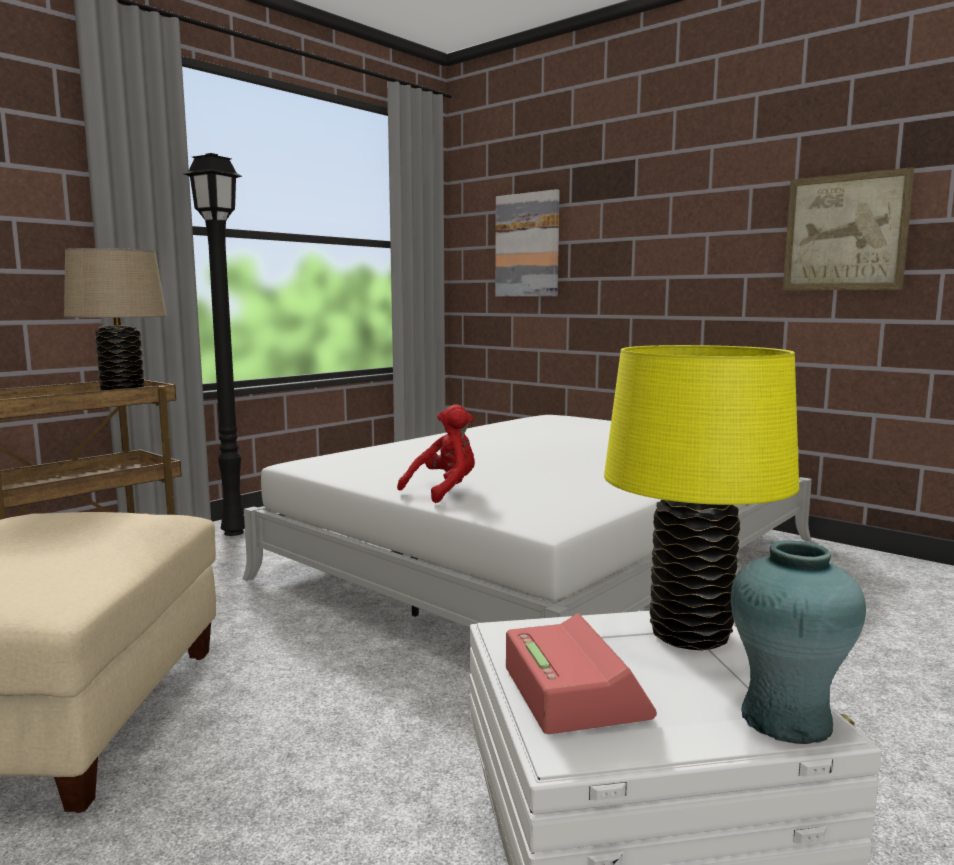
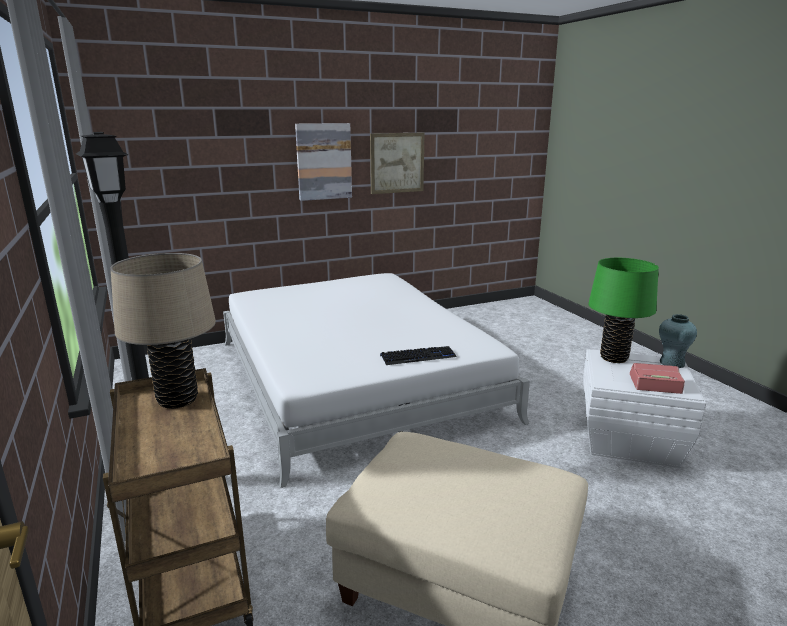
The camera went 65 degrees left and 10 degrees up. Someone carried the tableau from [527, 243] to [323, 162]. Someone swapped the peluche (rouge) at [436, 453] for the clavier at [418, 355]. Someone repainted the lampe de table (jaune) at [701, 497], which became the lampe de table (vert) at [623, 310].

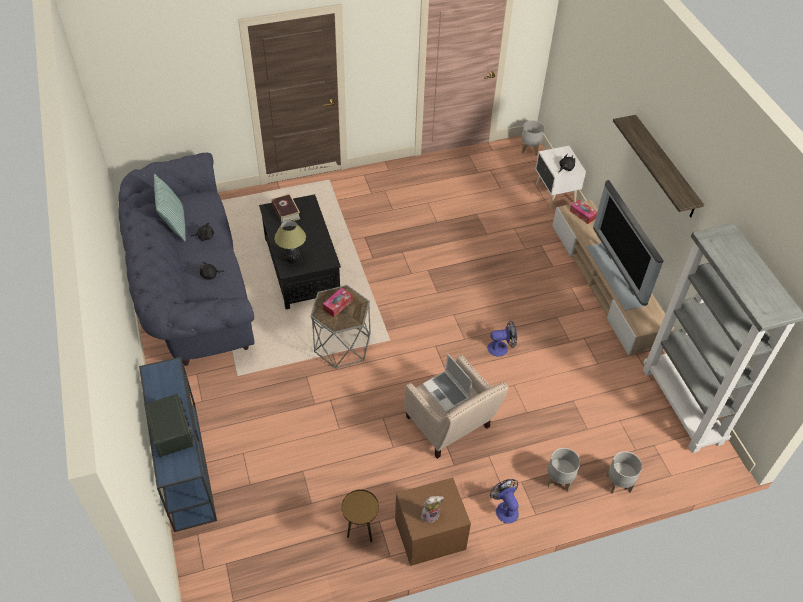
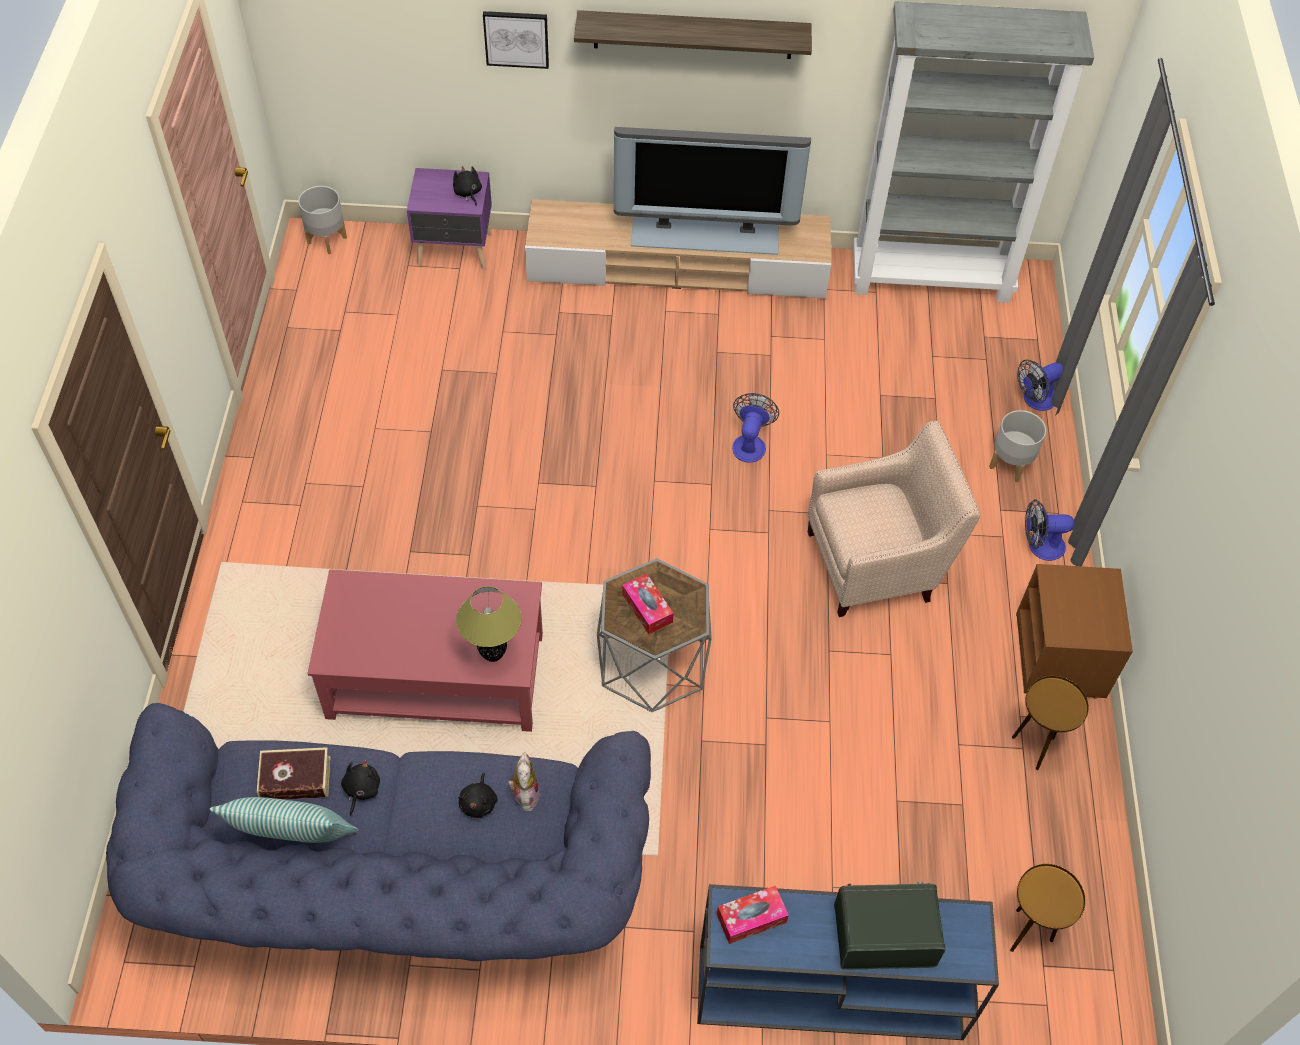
The camera went 70 degrees left and 5 degrees up. Someone took away the ordinateur portable at [447, 383]. Someone put up the tableau at [516, 40]. Someone put down the table d'appoint (marron) at [1048, 908]. Someone carried the livre from [286, 208] to [294, 773]. Someone carried the peluche from [432, 509] to [524, 782]. Someone carried the boîte à mouchoirs from [583, 211] to [753, 914]. Someone swapped the cache-pot (gris) at [624, 472] for the ventilateur at [1040, 385]. Someone repainted the table basse (noir) at [300, 251], which became the table basse (rouge) at [425, 650]. Someone repainted the table de chevet (blanc) at [561, 177], which became the table de chevet (violet) at [449, 218].

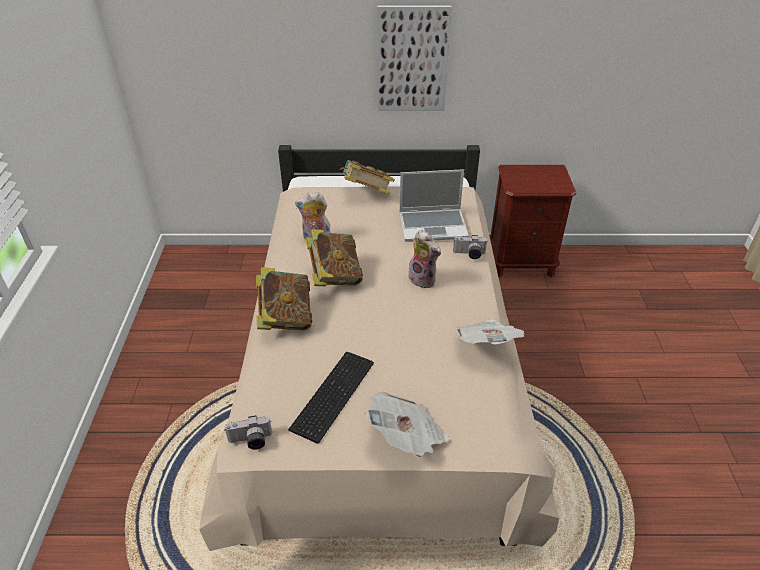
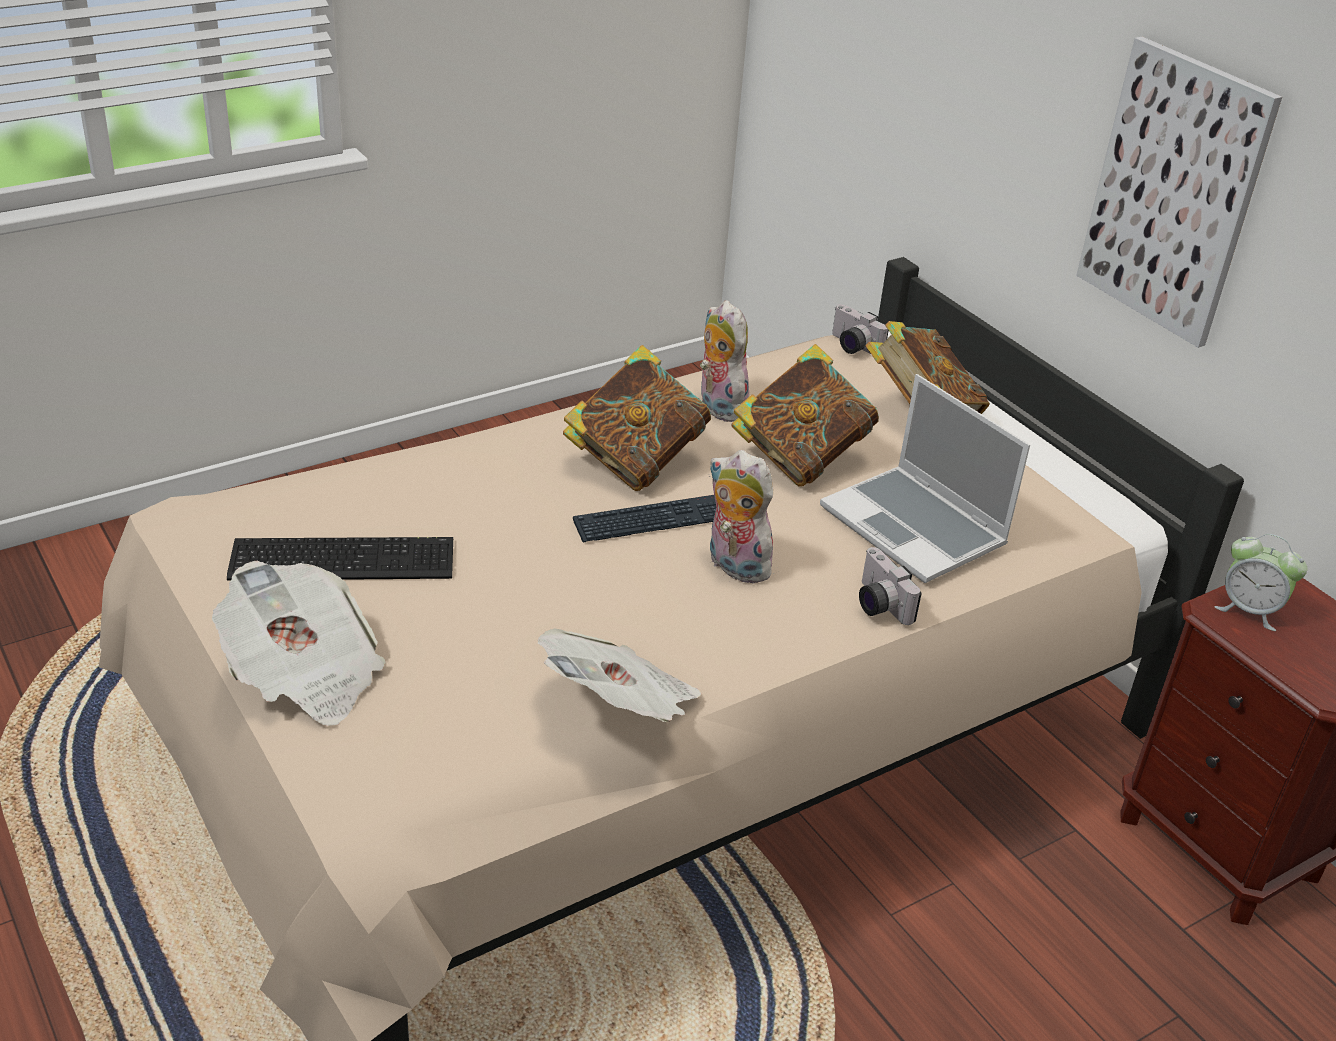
The camera went 55 degrees right and 5 degrees down. Someone put down the clavier at [644, 519]. Someone put down the réveil at [1261, 582]. Someone carried the appareil photo from [248, 432] to [860, 329]. Someone carried the livre from [284, 298] to [805, 415]. Someone rotated the peluche at [424, 259] by 120 degrees clockwise.

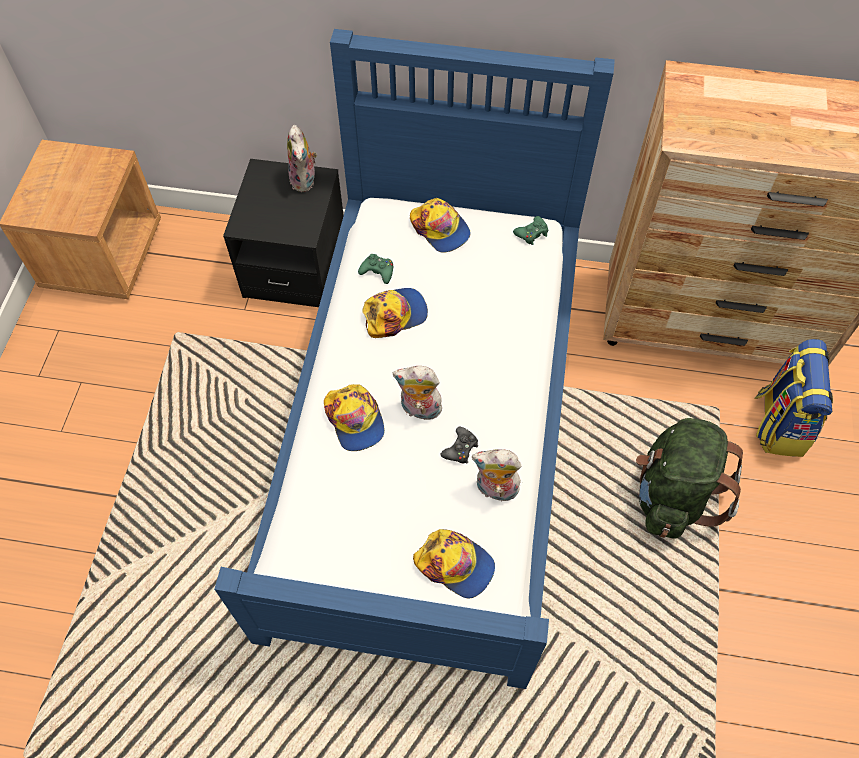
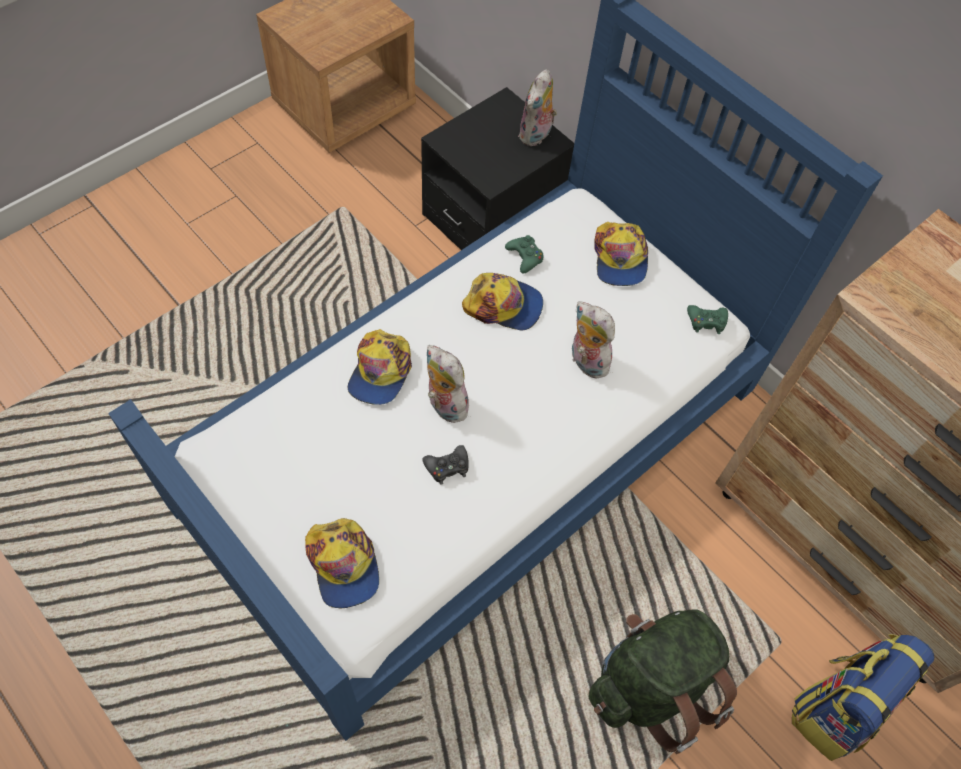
The camera went 35 degrees right and 0 degrees up. Someone carried the peluche from [496, 475] to [593, 340].

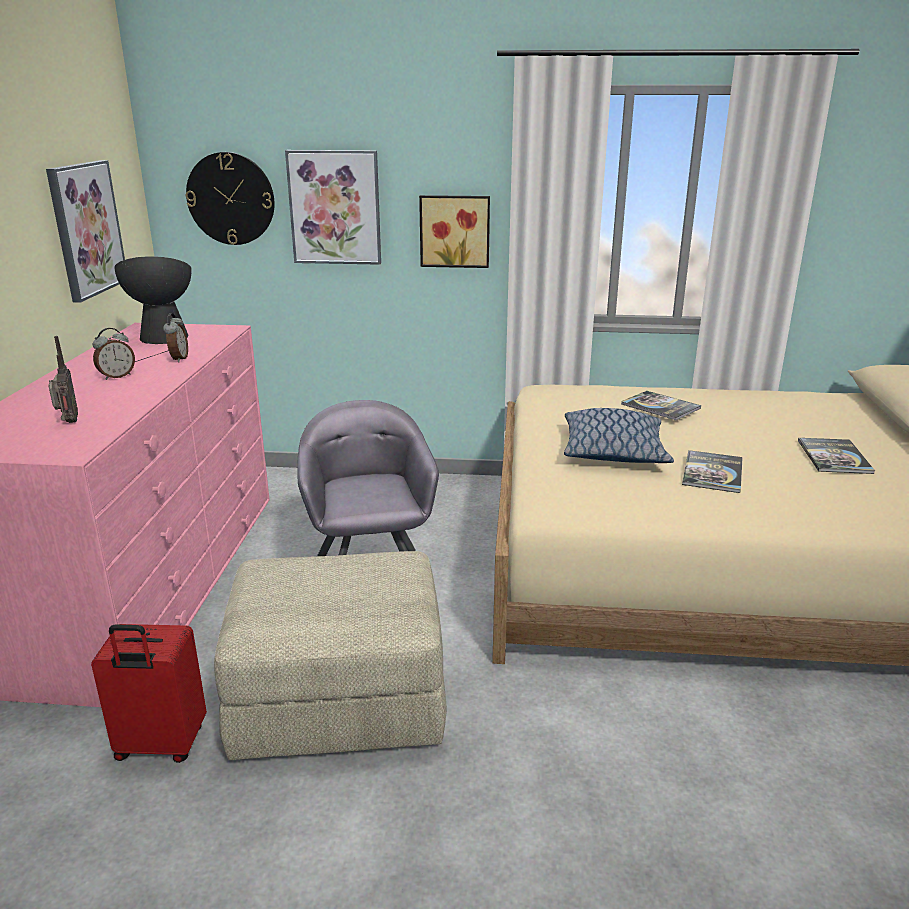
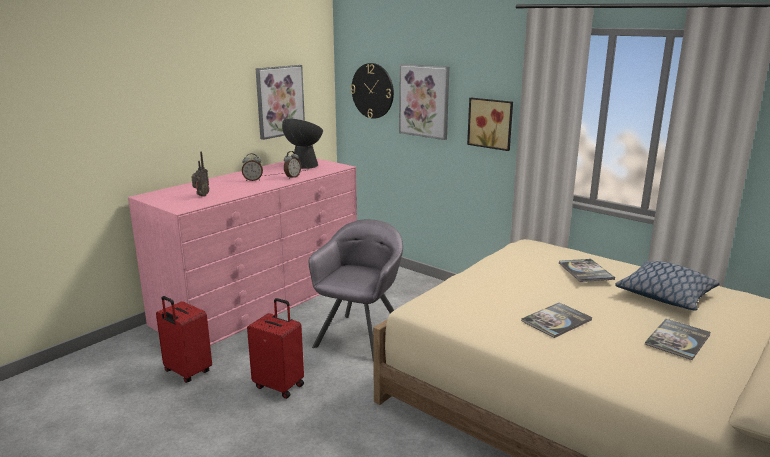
The camera went 35 degrees right and 5 degrees down. Someone carried the coussin from [619, 435] to [667, 286]. Someone swapped the pouf (beige) at [330, 655] for the valise (rouge) at [275, 348].

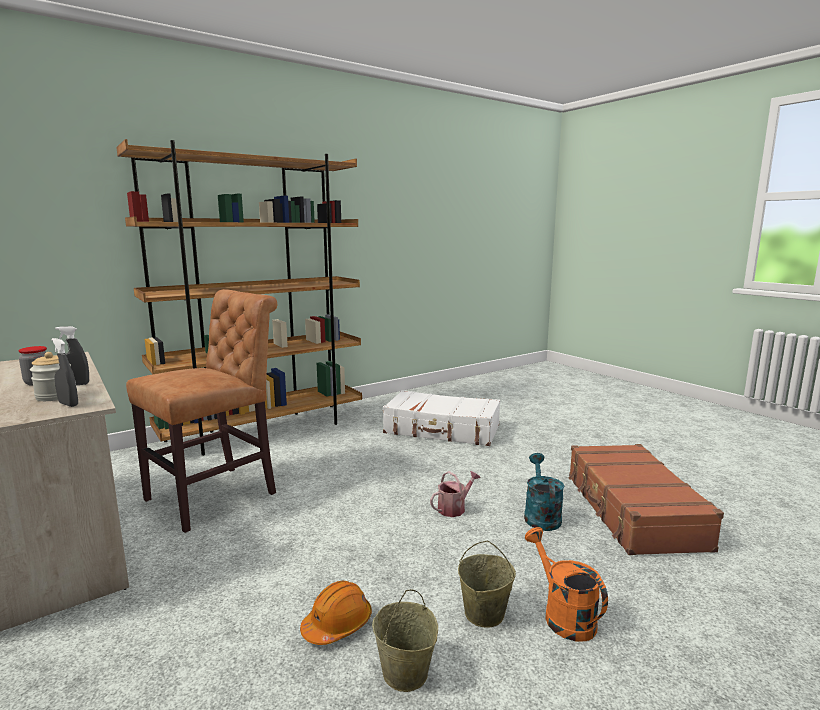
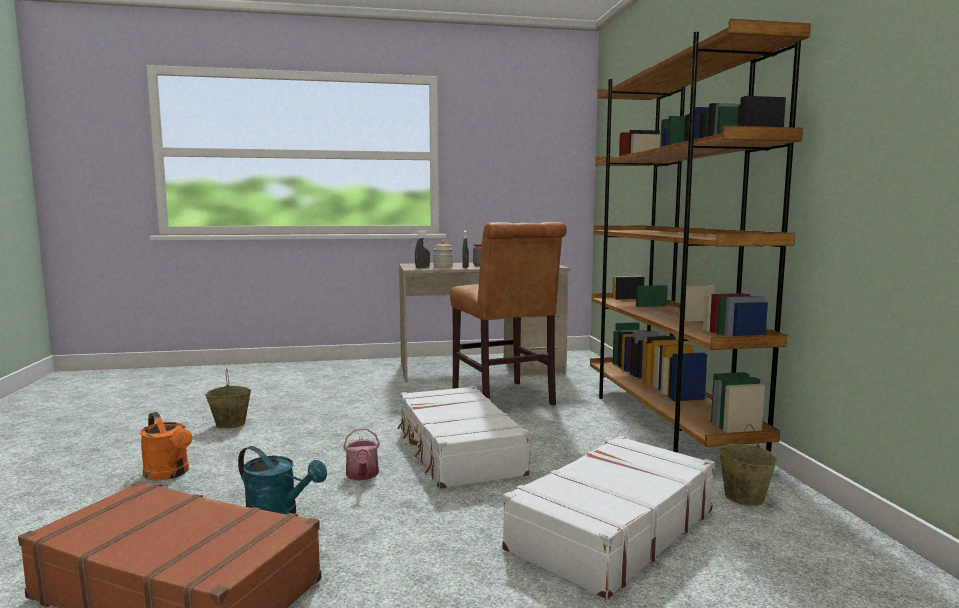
The camera went 115 degrees right and 5 degrees down. Someone took away the casque de chantier (orange) at [336, 613]. Someone put down the valise (blanc) at [464, 437]. Someone carried the seau (beige) from [487, 584] to [747, 464]. Someone rotated the arrosoir (orange) at [566, 584] by 45 degrees clockwise.

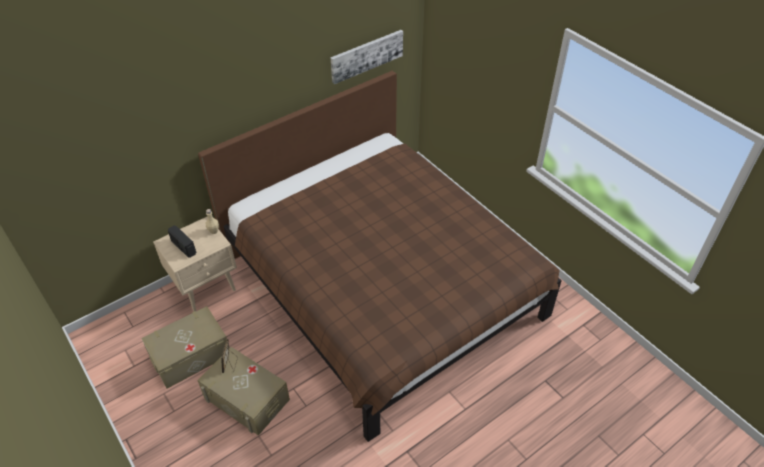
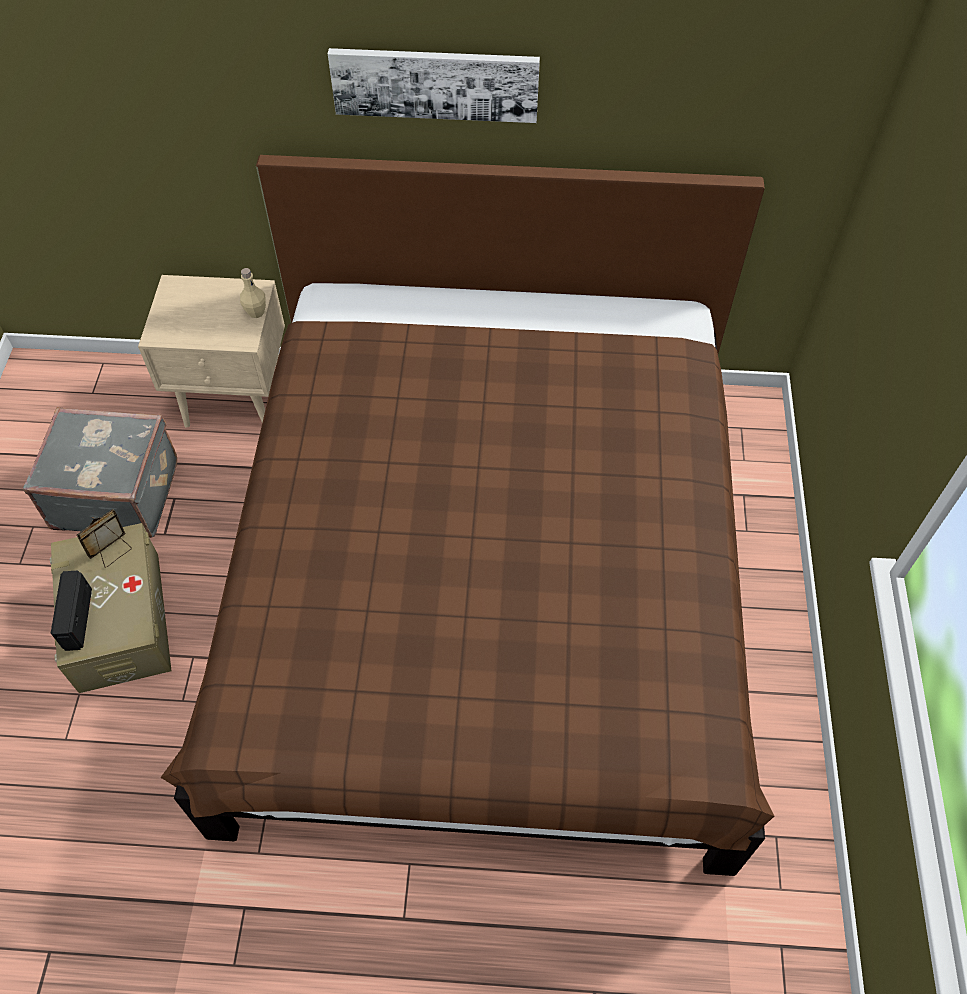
The camera went 40 degrees right and 10 degrees up. Someone carried the radio from [182, 242] to [71, 611]. Someone carried the tableau from [366, 57] to [434, 85]. Someone swapped the boîte de rangement (beige) at [185, 347] for the valise (gris) at [100, 472].

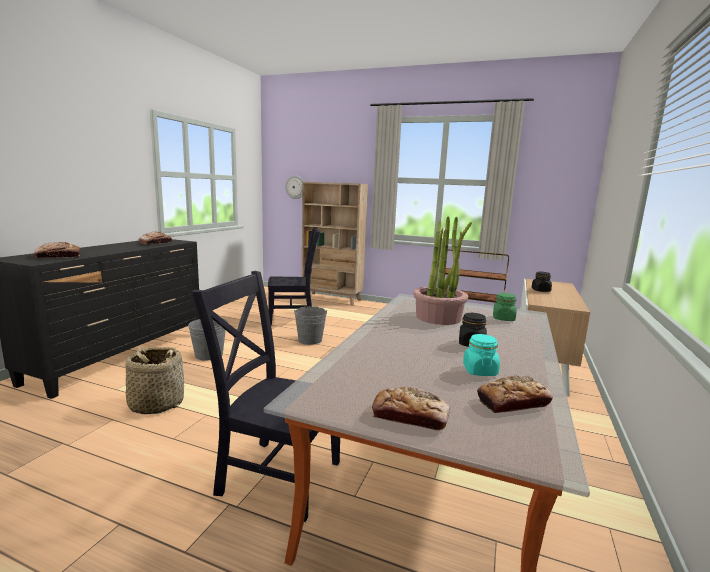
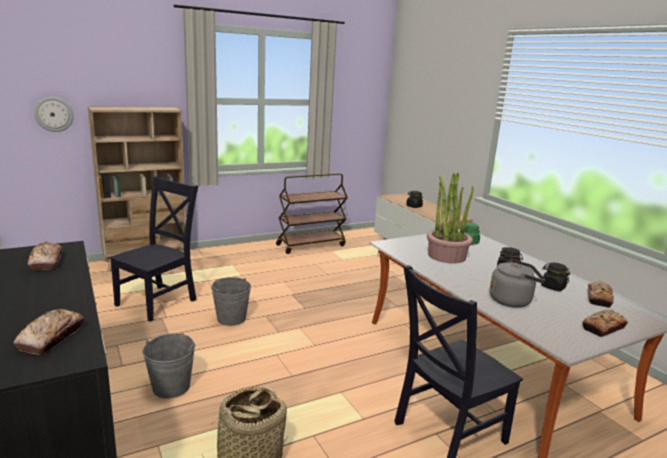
The camera went 50 degrees left and 5 degrees up. Someone put down the bouilloire (gris) at [517, 283]. Someone repainted the bocal (turquoise) at [481, 355], which became the bocal (noir) at [555, 277].

